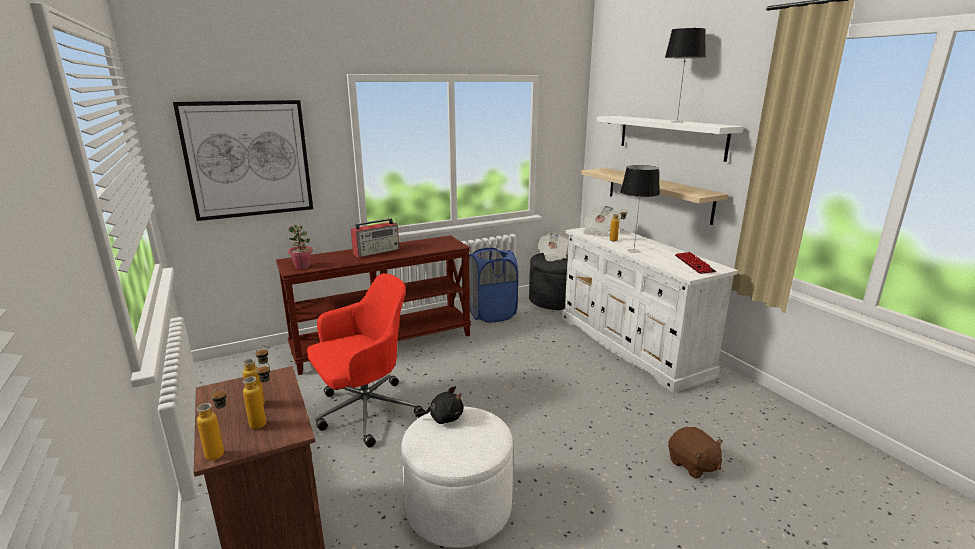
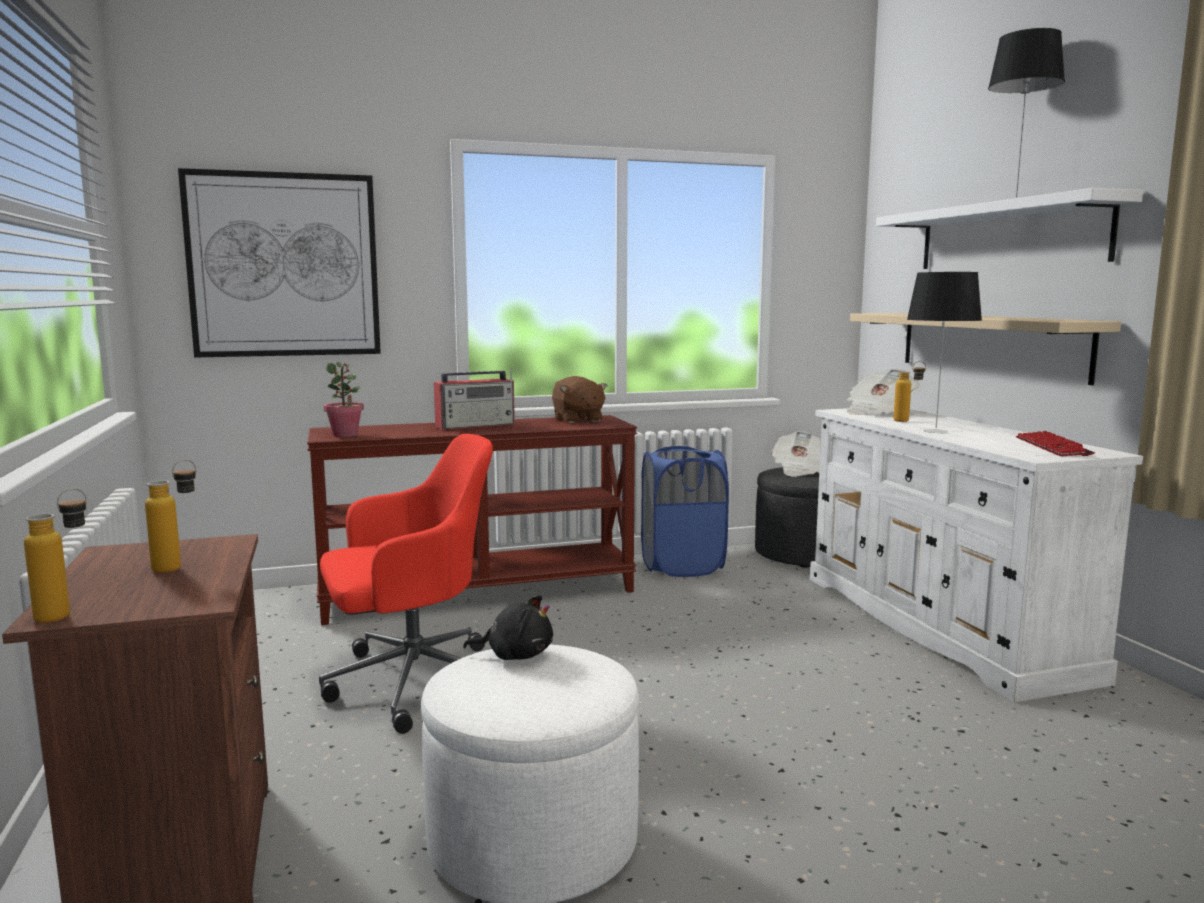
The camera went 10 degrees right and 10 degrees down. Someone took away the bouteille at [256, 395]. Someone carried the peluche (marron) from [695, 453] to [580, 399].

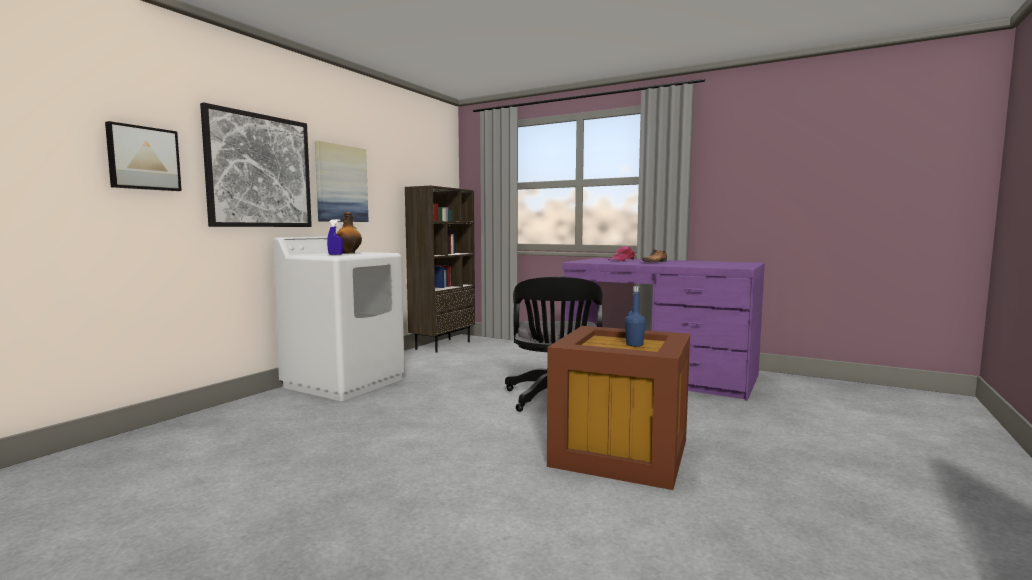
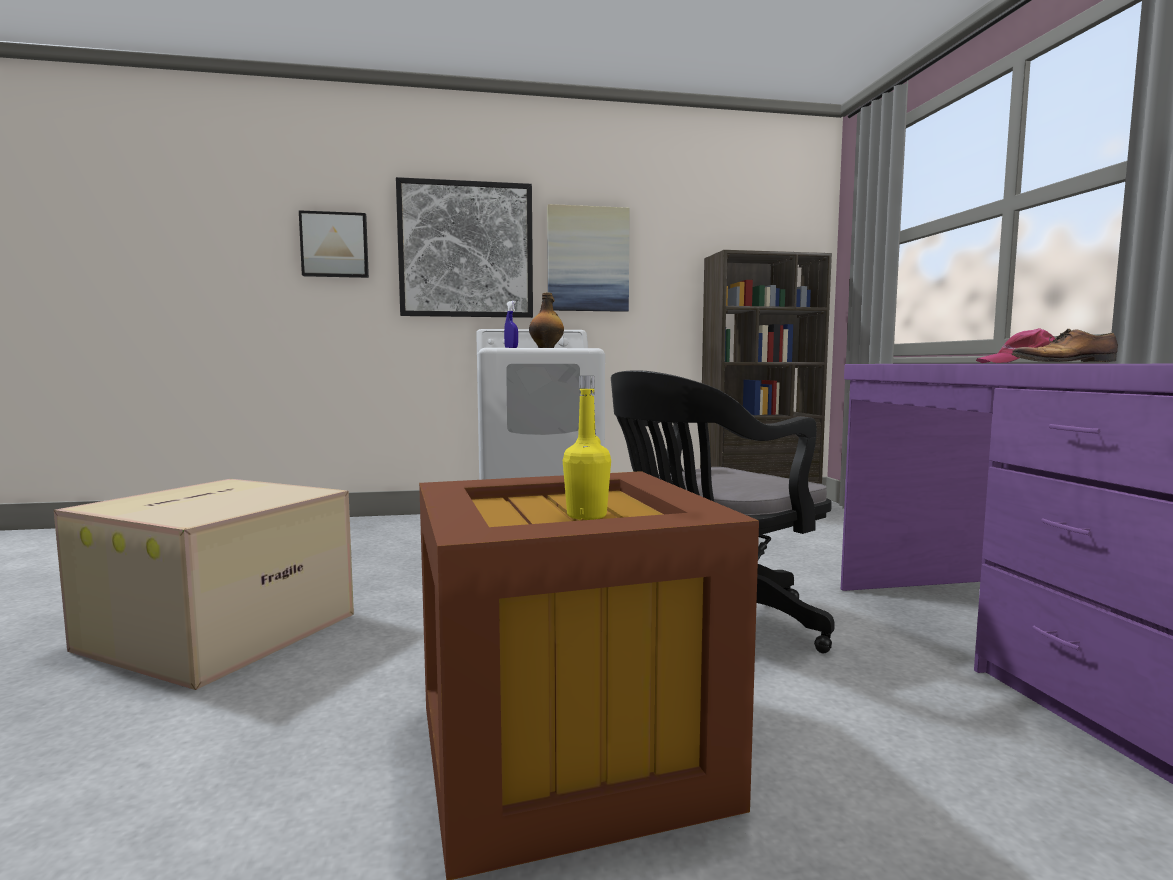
The camera went 50 degrees right and 0 degrees up. Someone put down the carton at [204, 584]. Someone repainted the bouteille (bleu) at [635, 316], which became the bouteille (jaune) at [587, 448].

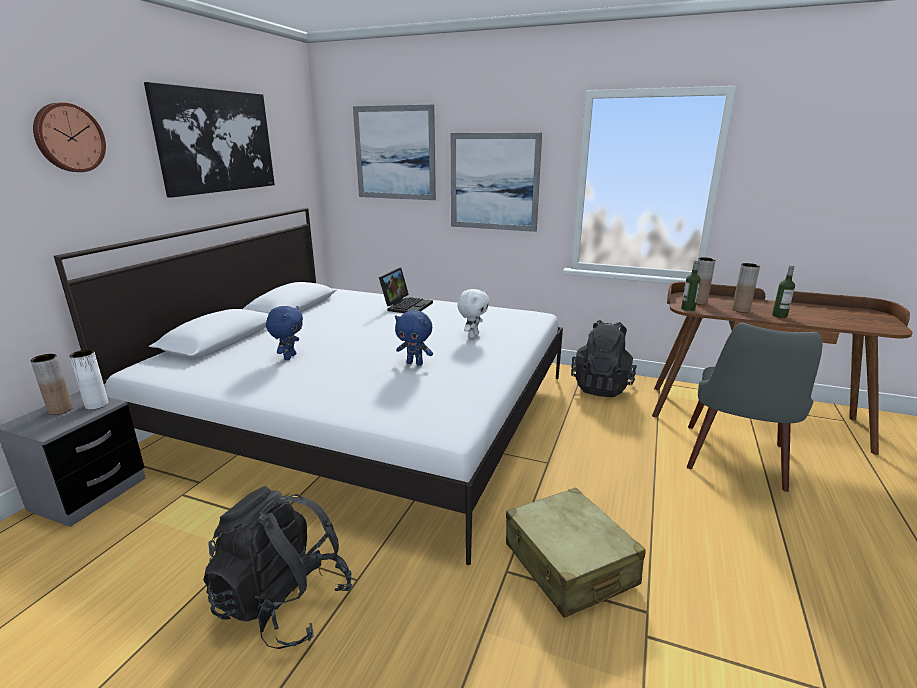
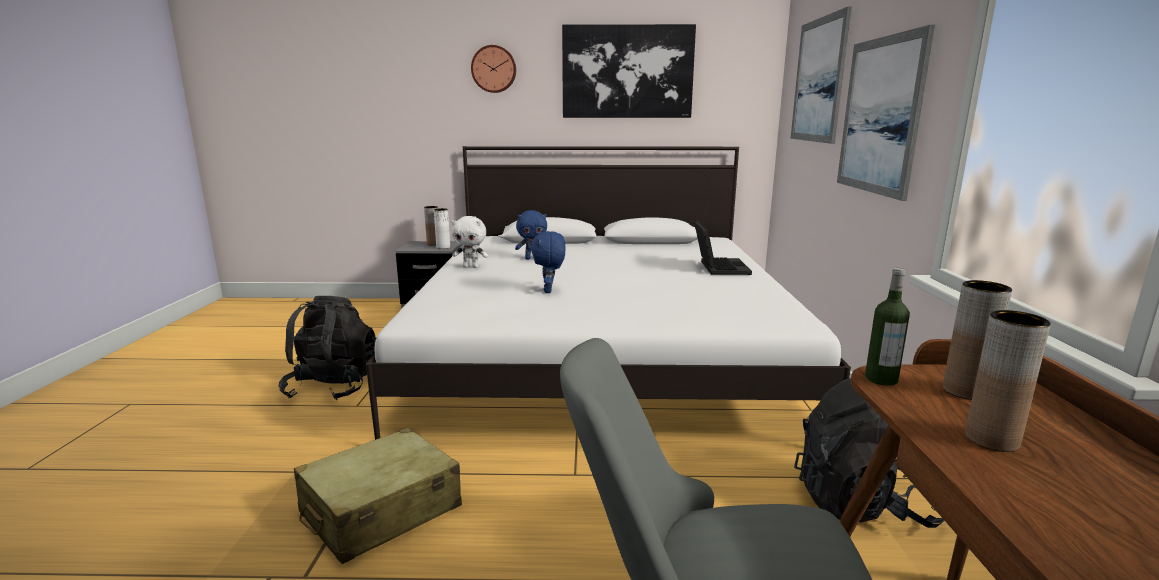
The camera went 70 degrees right and 5 degrees down. Someone took away the bouteille at [783, 291]. Someone carried the peluche (blanc) from [473, 313] to [469, 242]. Someone rotated the ordinateur portable at [406, 290] by 90 degrees counterclockwise.

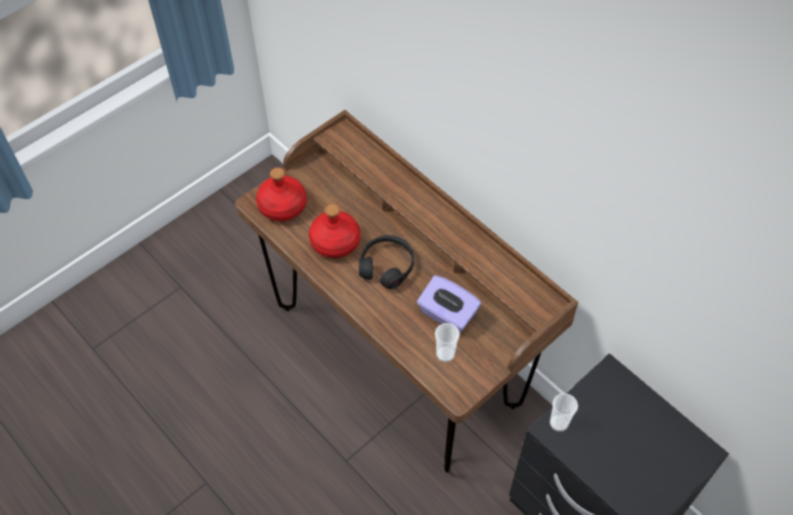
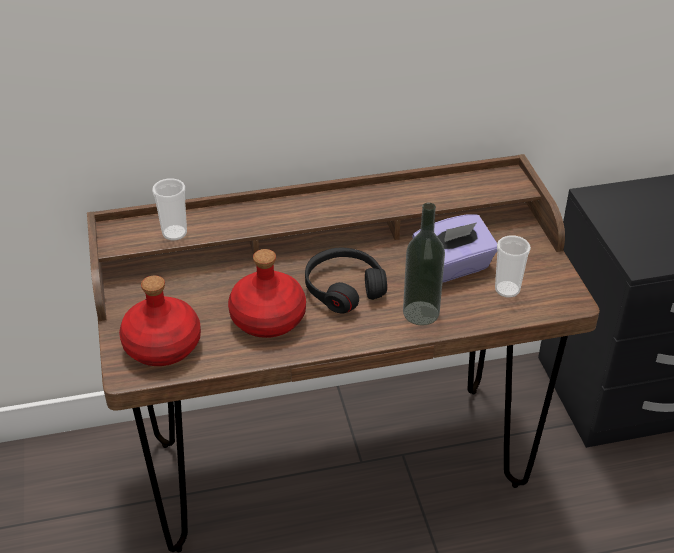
The camera went 60 degrees left and 15 degrees down. Someone put down the bouteille at [424, 264]. Someone carried the tasse from [564, 412] to [169, 209].

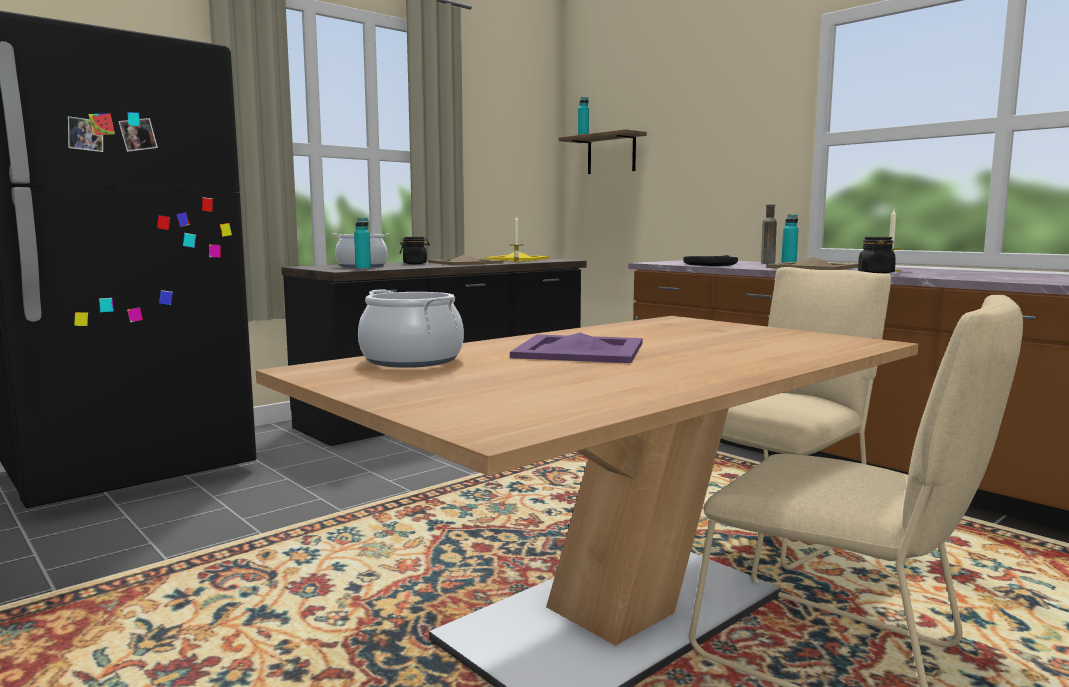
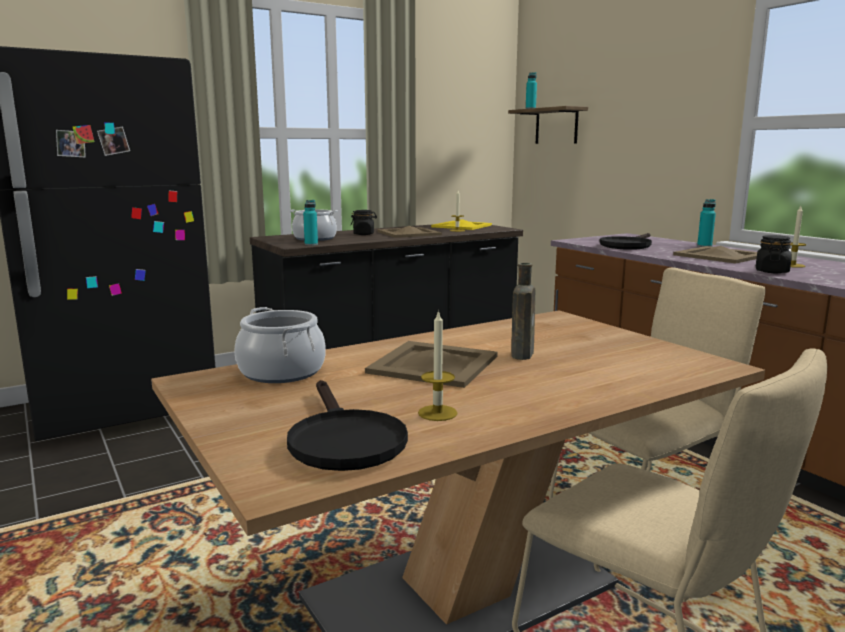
The camera went 10 degrees right and 5 degrees up. Someone put down the poêle (noir) at [347, 425]. Someone put down the bougie at [438, 365]. Someone carried the bouteille (marron) from [769, 234] to [523, 311]. Someone repainted the plateau (violet) at [576, 348], which became the plateau (beige) at [431, 364].

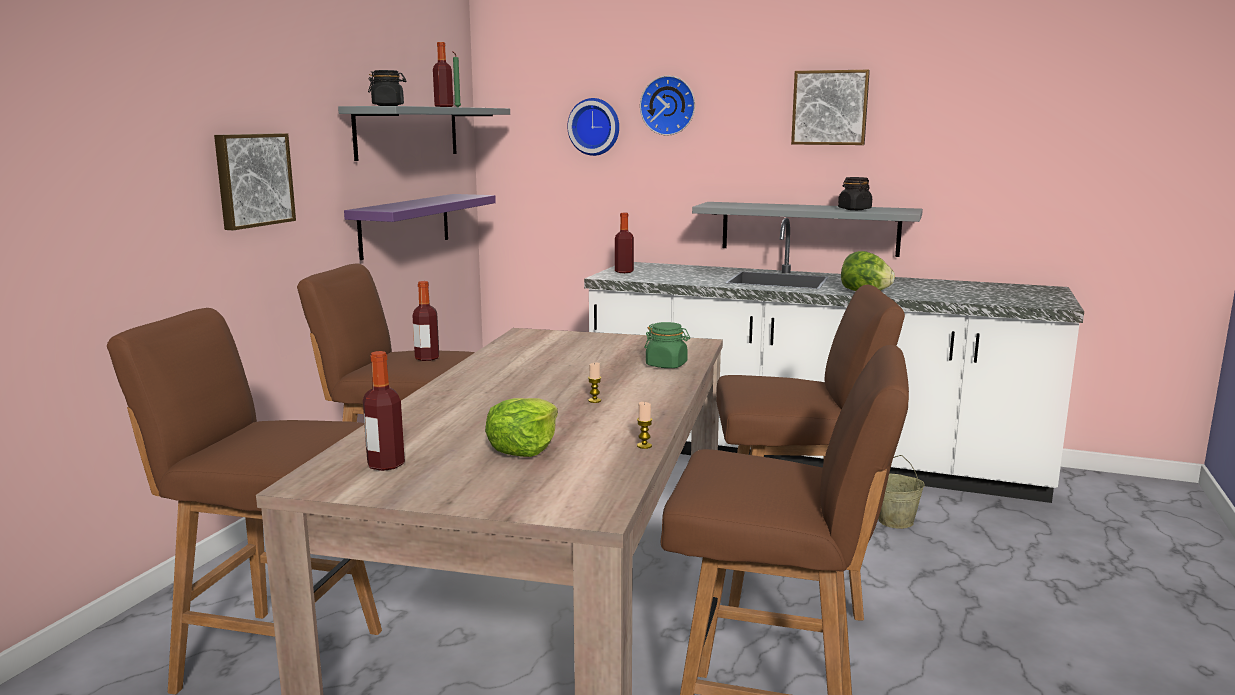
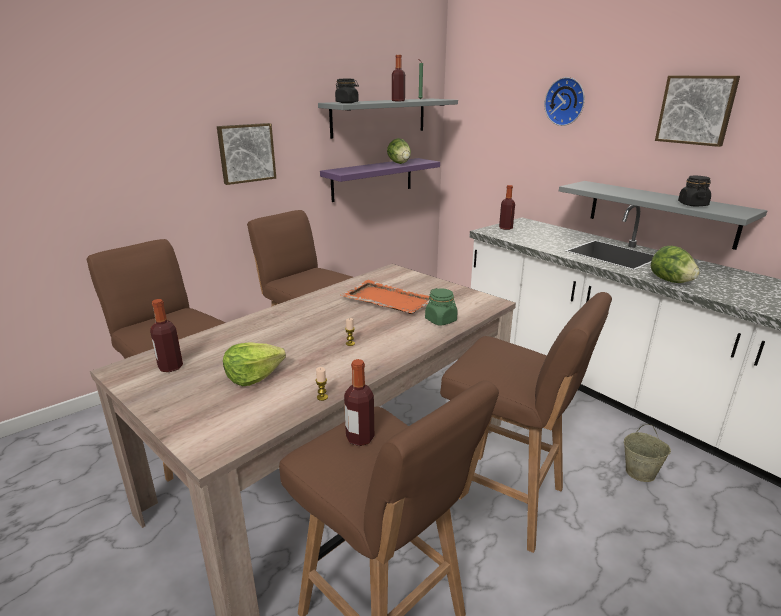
The camera went 30 degrees right and 10 degrees up. Someone took away the horloge murale at [593, 127]. Someone put down the plateau (orange) at [385, 297]. Someone put down the laitue at [399, 151]. Someone carried the bouteille from [425, 321] to [359, 402].

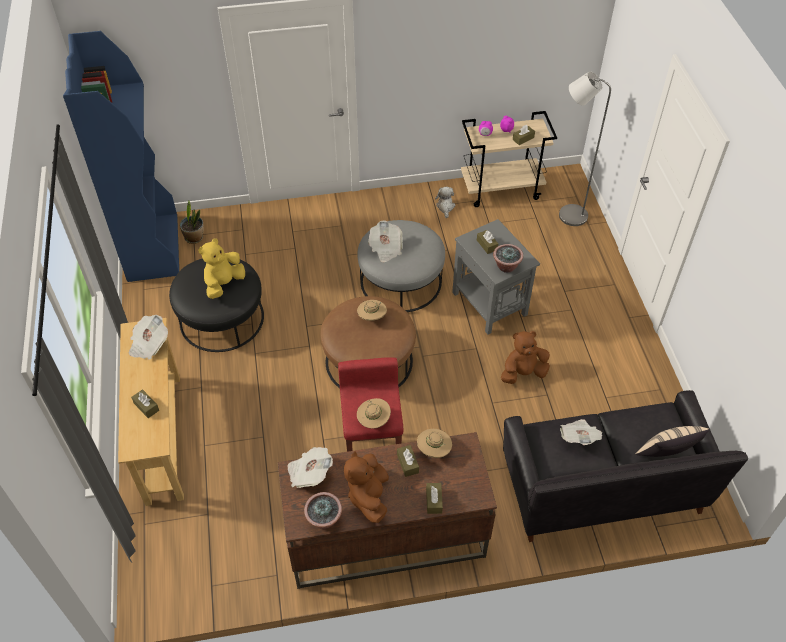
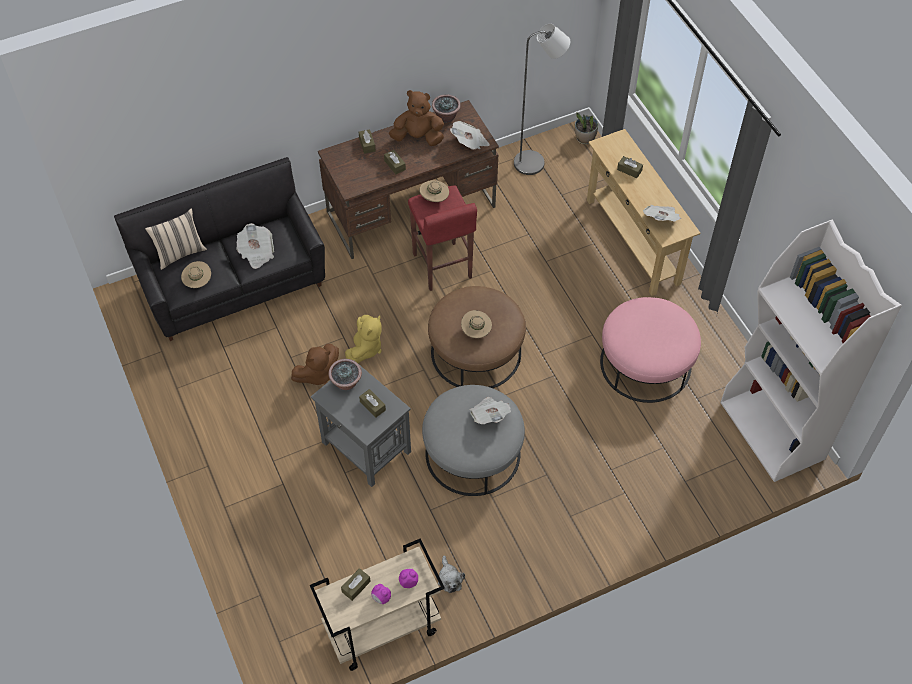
The camera went 165 degrees right and 5 degrees up. Someone carried the plante en pot from [192, 222] to [586, 128]. Someone carried the peluche (jaune) from [221, 268] to [363, 339]. Someone carried the chapeau (beige) from [434, 443] to [196, 274]. Someone carried the lampadaire (gris) from [585, 148] to [542, 99]. Someone repainted the bibliothèque (bleu) at [121, 156], which became the bibliothèque (blanc) at [811, 351]. Someone repainted the pouf (noir) at [216, 305], which became the pouf (rose) at [650, 350]. Someone rotated the peluche (marron) at [366, 487] by 75 degrees counterclockwise.

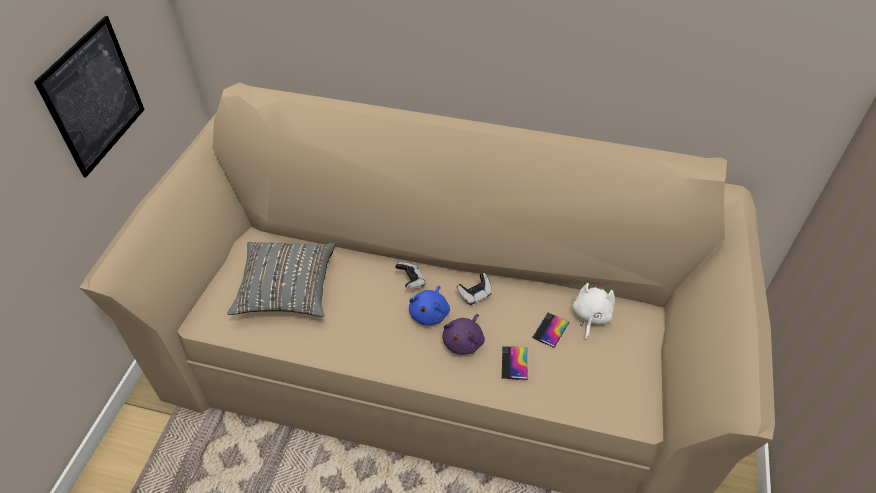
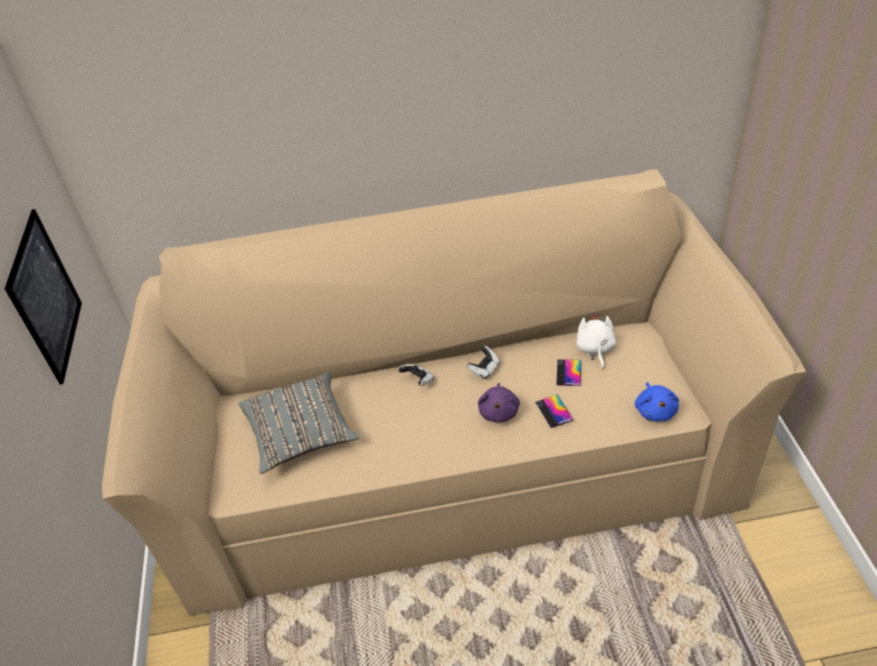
The camera went 20 degrees left and 5 degrees down. Someone carried the peluche (bleu) from [429, 306] to [657, 402].

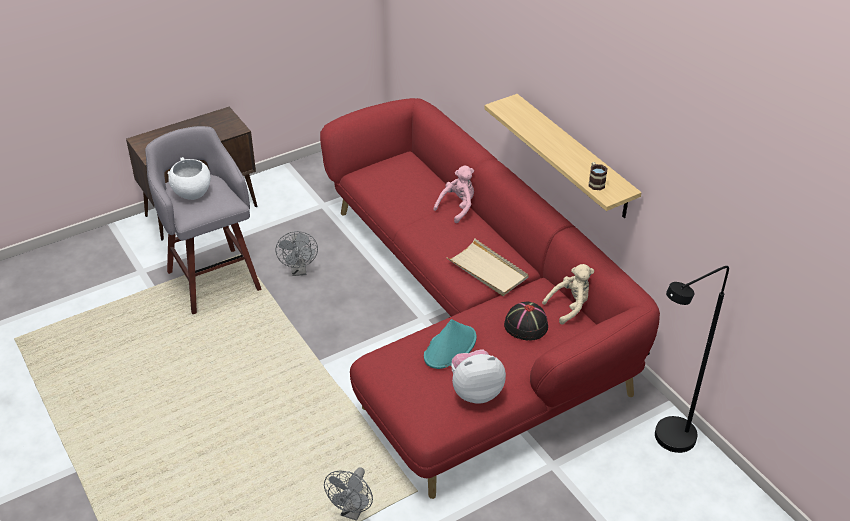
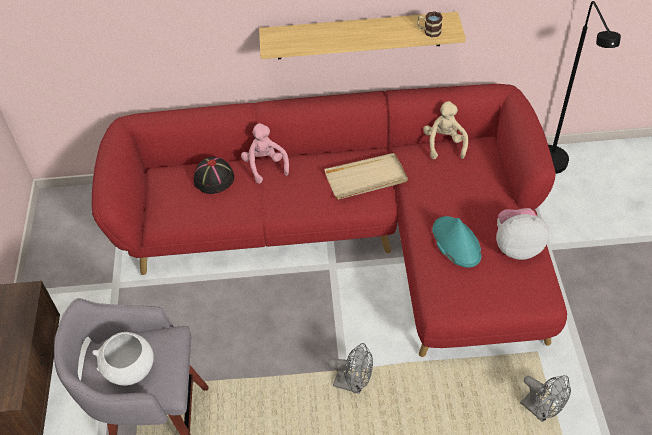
The camera went 60 degrees left and 10 degrees up. Someone carried the ventilateur (gris) from [297, 253] to [350, 368]. Someone carried the chapeau (noir) from [526, 321] to [214, 175]. Someone rotated the peluche at [478, 376] by 75 degrees clockwise.

